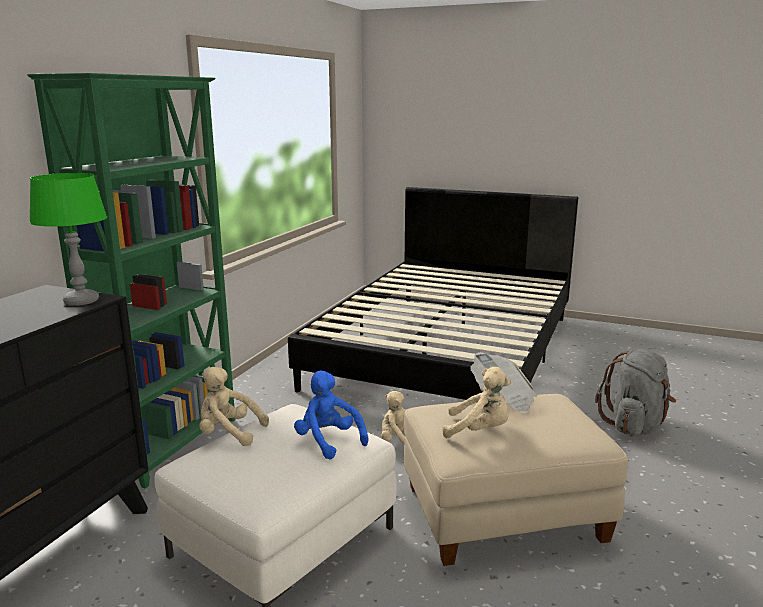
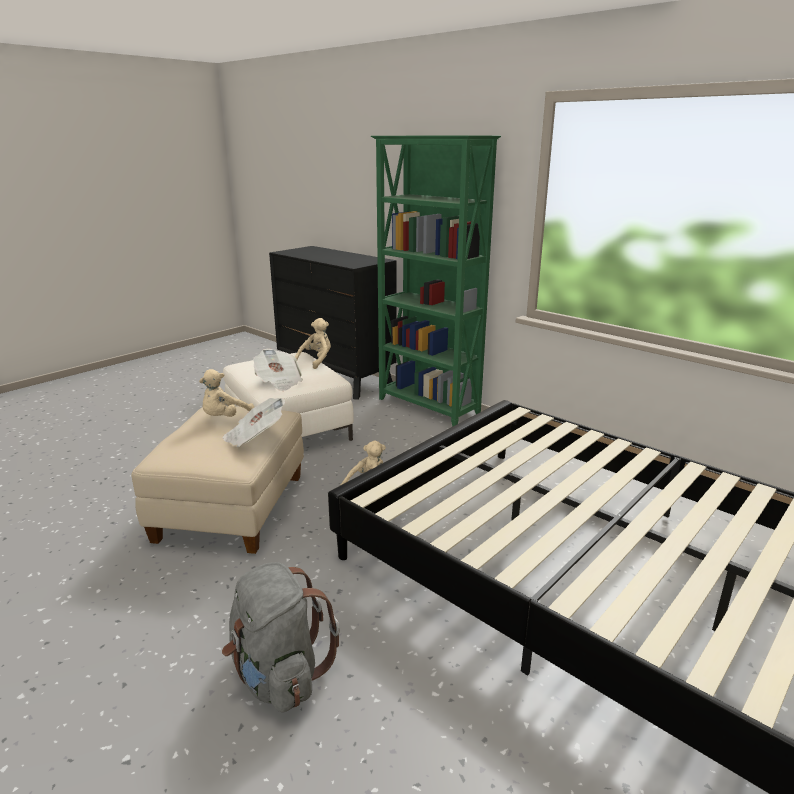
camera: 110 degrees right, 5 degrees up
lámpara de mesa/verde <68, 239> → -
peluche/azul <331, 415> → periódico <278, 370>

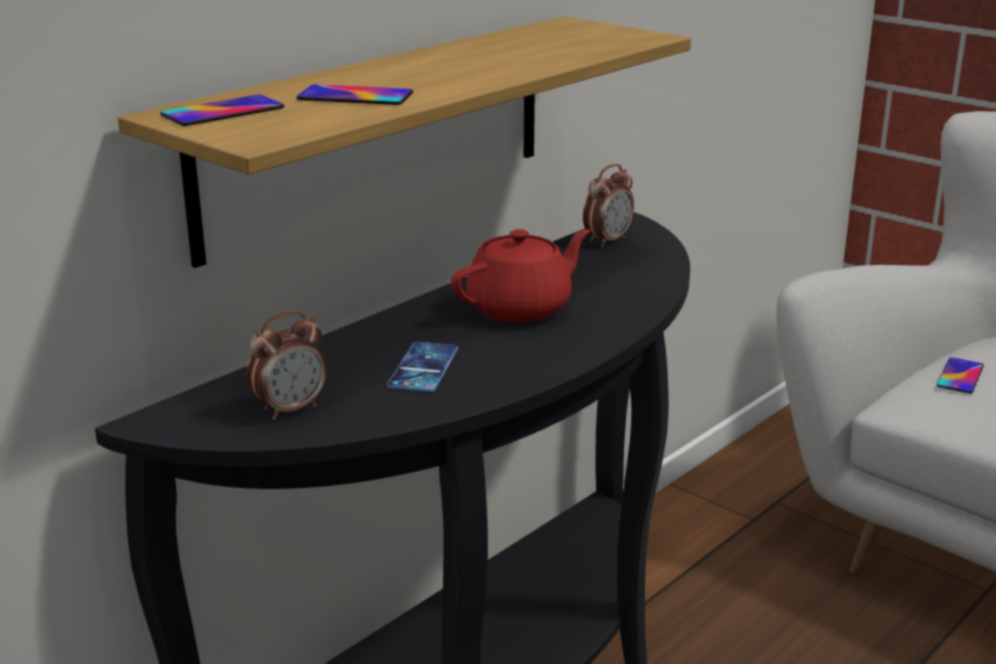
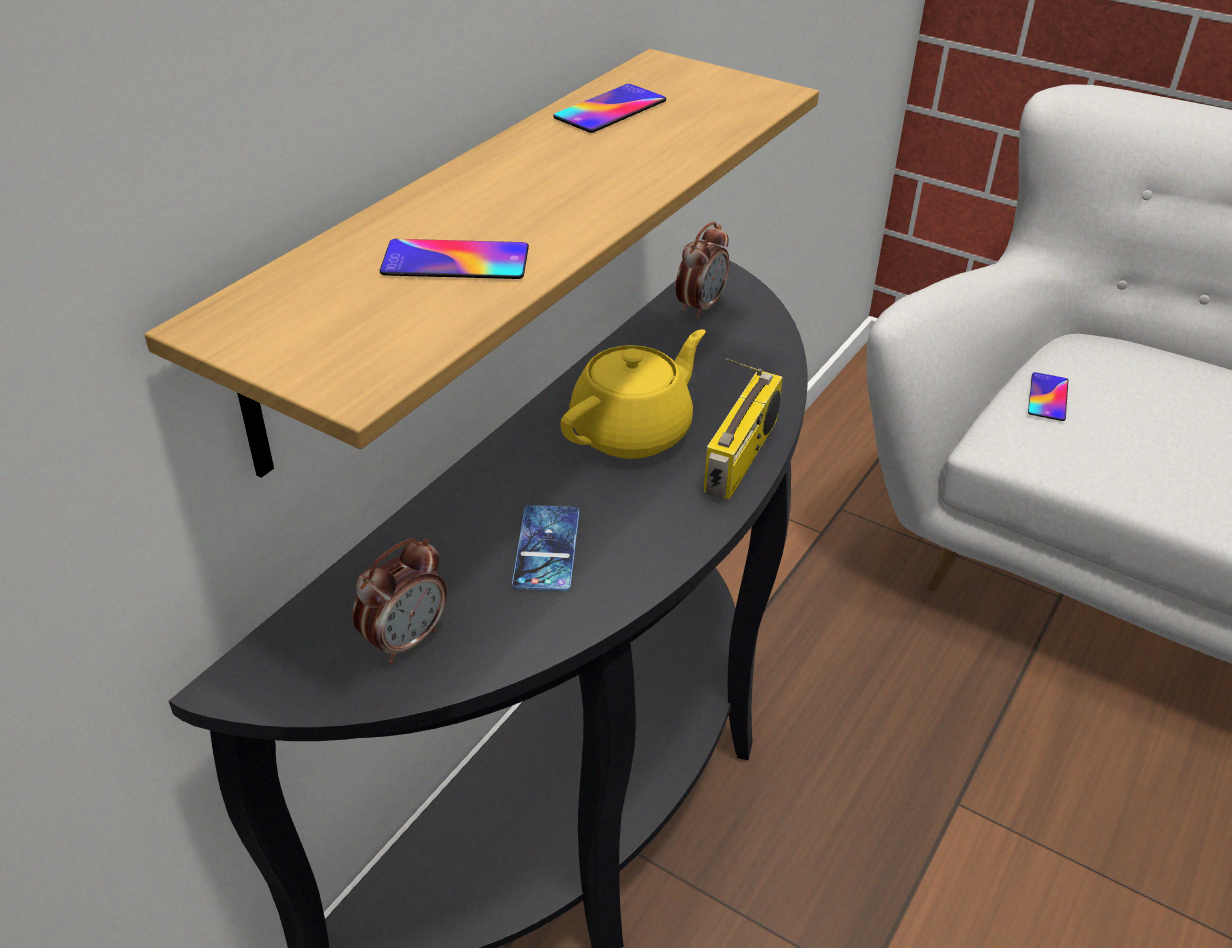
camera: 10 degrees left, 15 degrees up
móvil <222, 110> → móvil <609, 108>, move
tetera/rojo <520, 275> → tetera/amarillo <633, 394>
- → radio <743, 429>

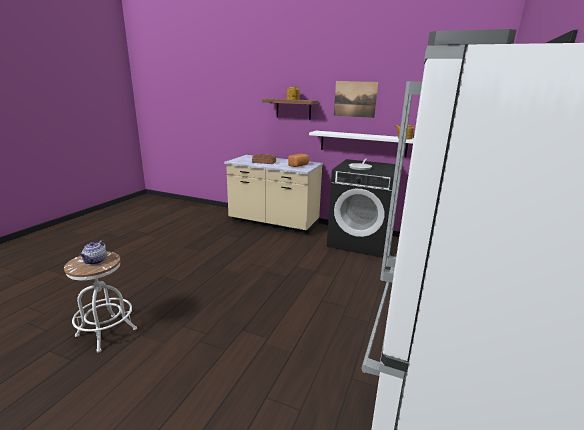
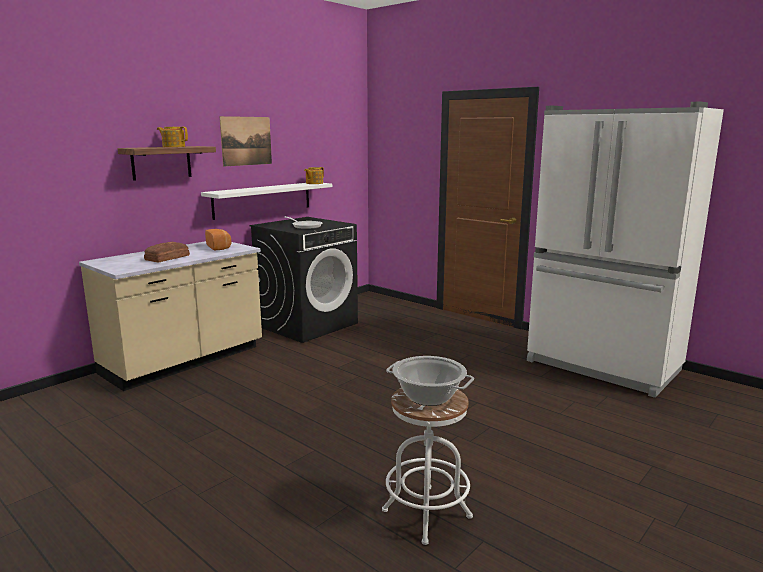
camera: 70 degrees left, 5 degrees down
tetera <93, 252> → olla <430, 381>

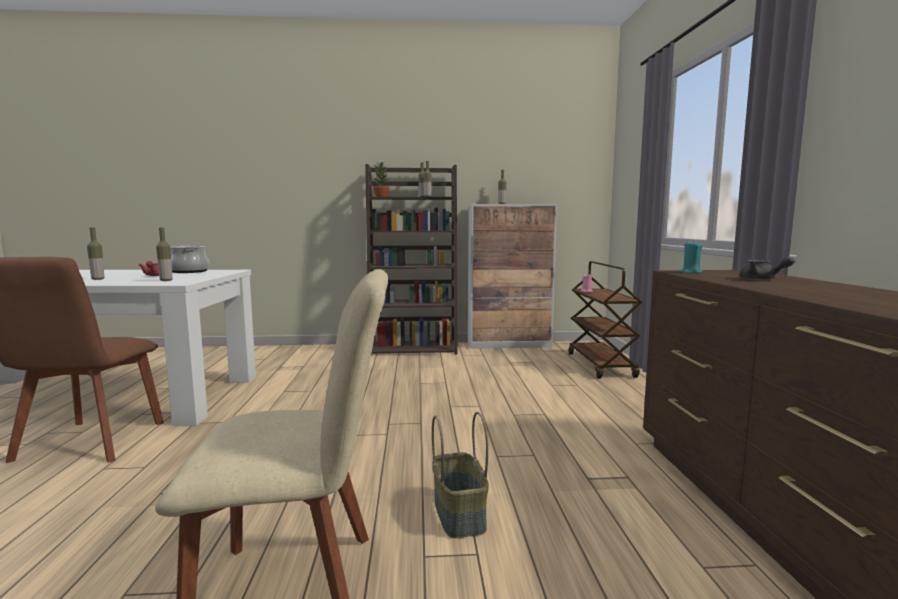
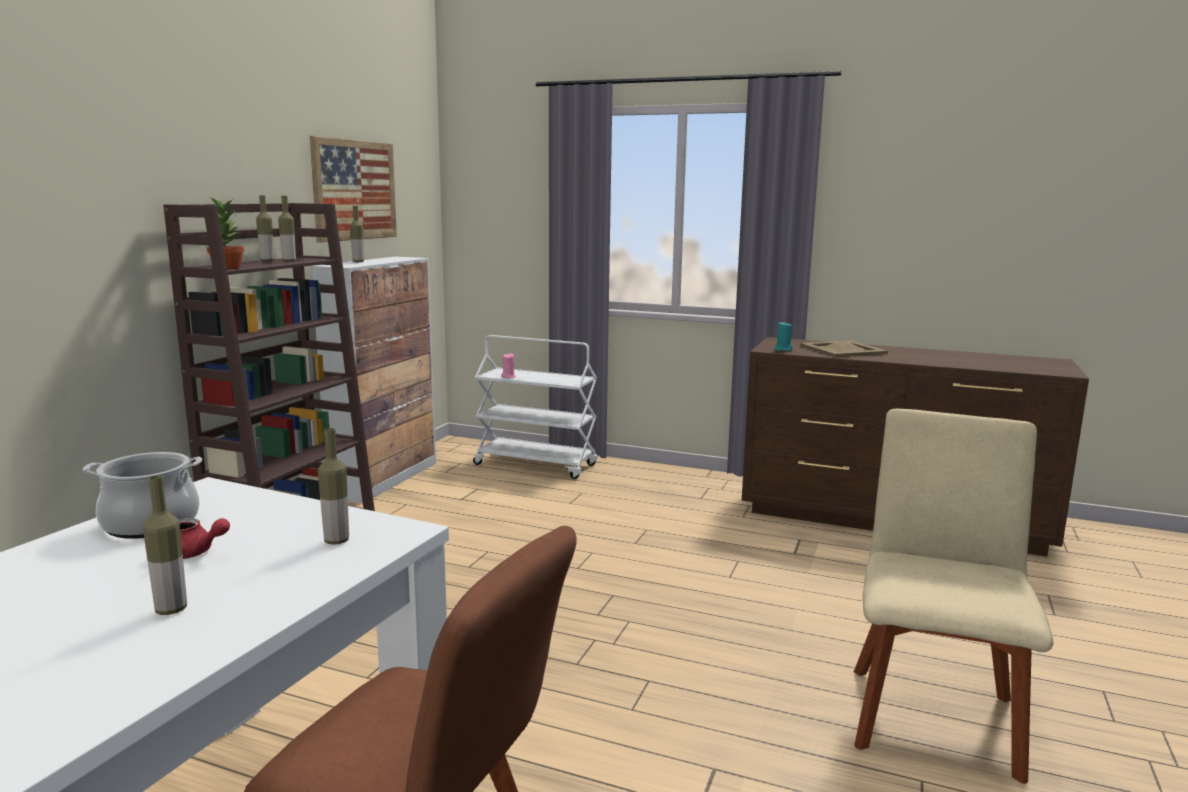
camera: 65 degrees left, 5 degrees up
tetera/gris <766, 268> → bandeja/beis <844, 348>
carrito/marrón <605, 320> → carrito/blanco <535, 407>
cesta <460, 475> → -
- → cuadro <353, 189>

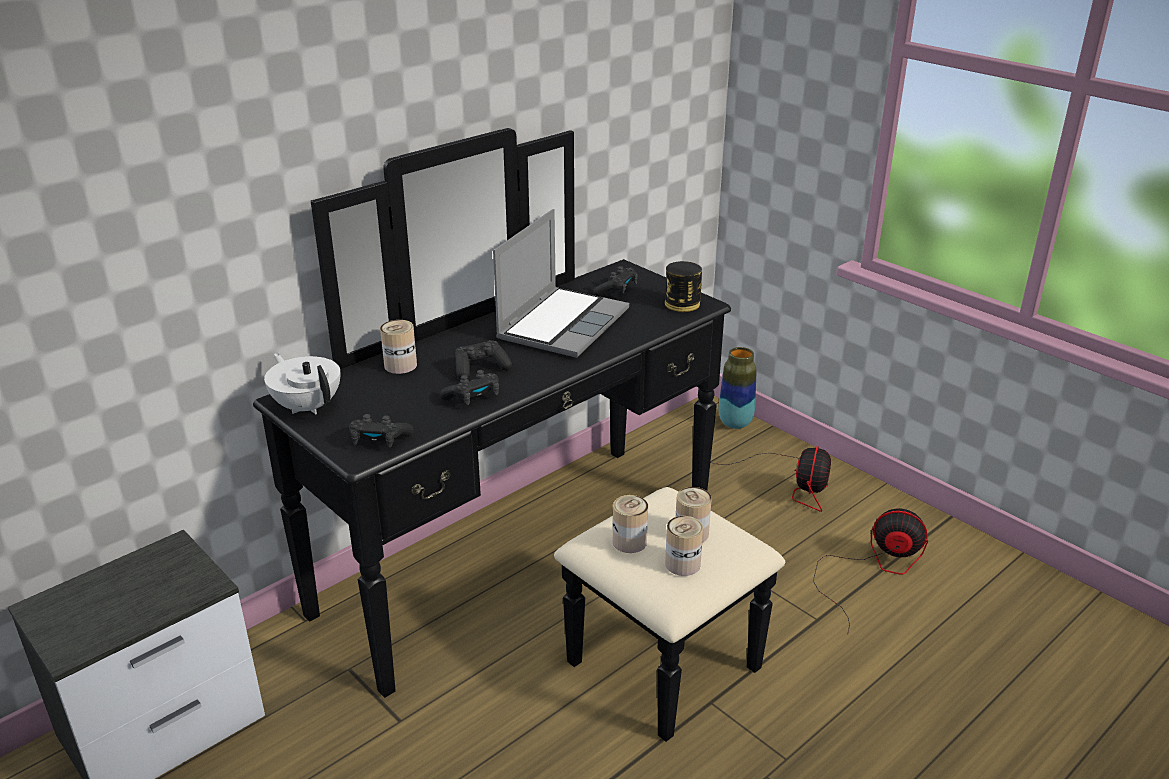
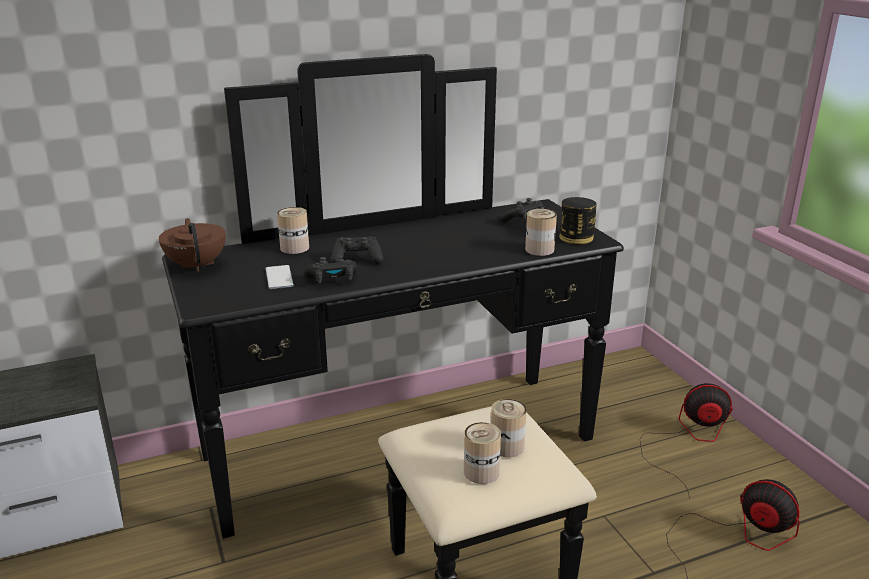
camera: 20 degrees right, 5 degrees down
portátil <561, 283> → -
florero <738, 388> → -
tetera/blanco <302, 384> → tetera/marrón <192, 245>
mando de consola/negro <381, 430> → -
ventilador <770, 479> → ventilador <686, 441>, 120 degrees counterclockwise
lata <630, 524> → lata <541, 232>, move
- → móvil <280, 277>

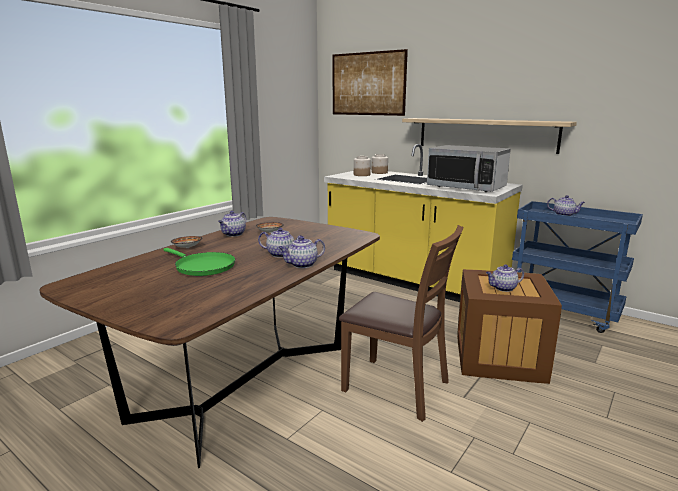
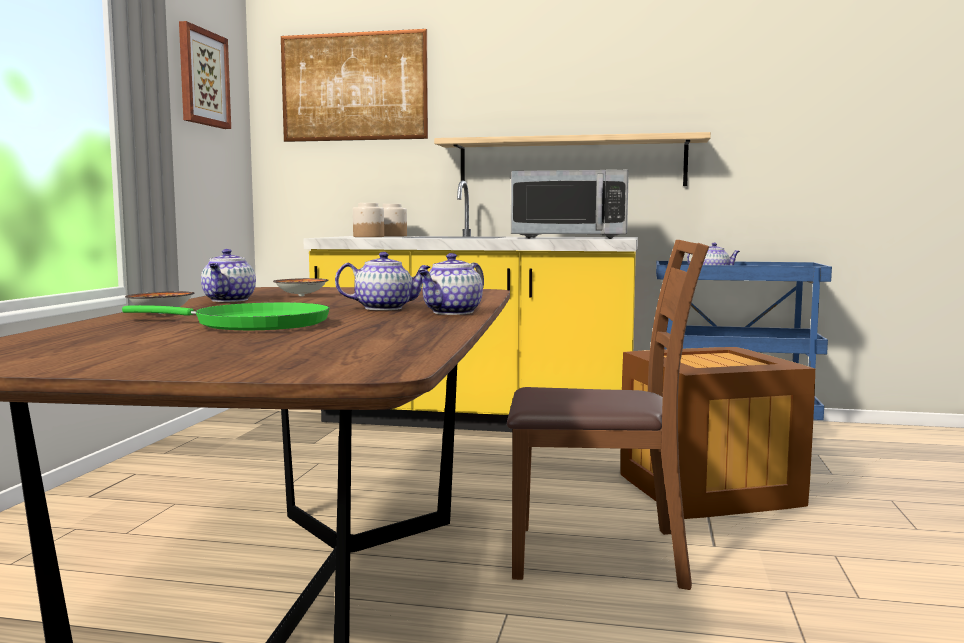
camera: 25 degrees left, 10 degrees down
tetera <505, 278> → -
- → cuadro <205, 75>

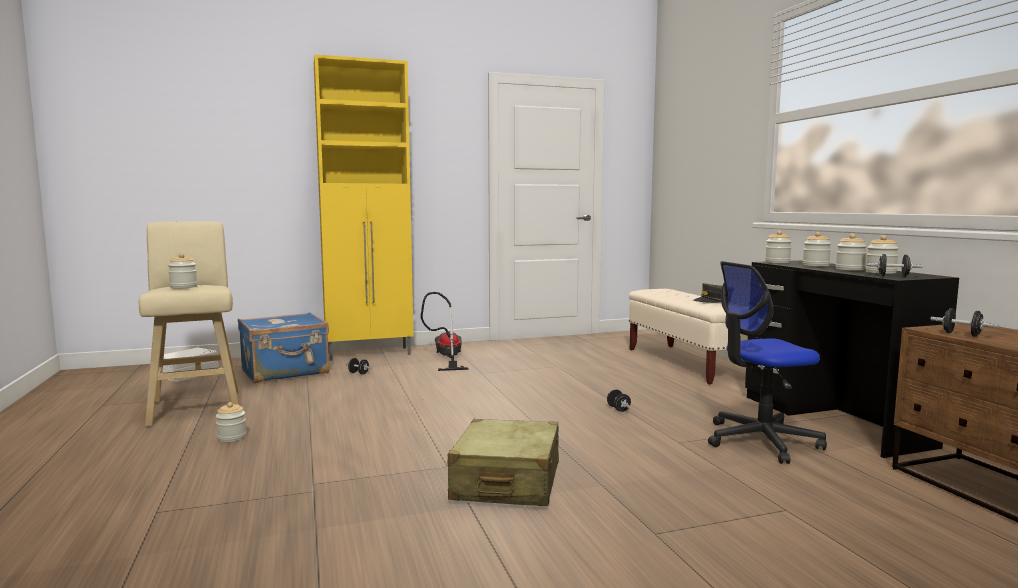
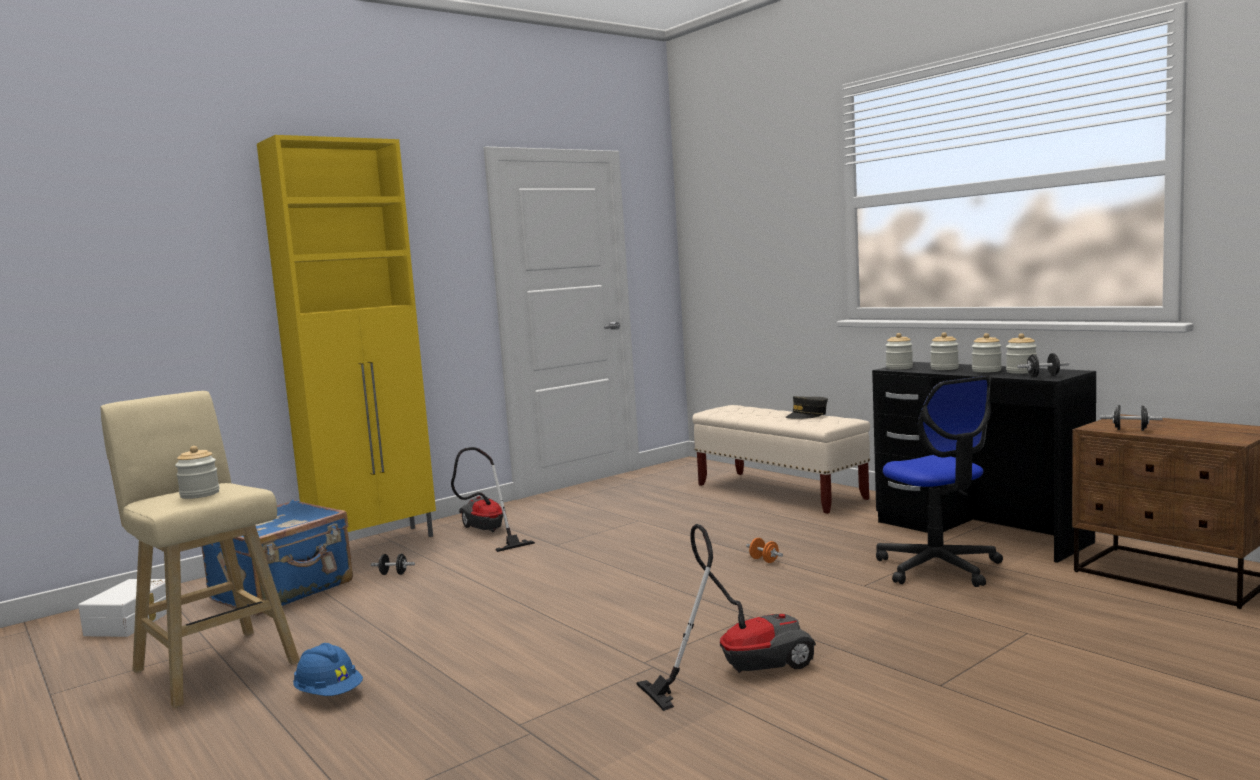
camera: 20 degrees left, 0 degrees up
silla de oficina <767, 362> → silla de oficina <939, 481>, 75 degrees counterclockwise
mancuerna/negro <619, 401> → mancuerna/naranja <764, 550>
tarro <231, 422> → casco/azul <328, 669>
maleta/beis <503, 462> → aspiradora <726, 617>

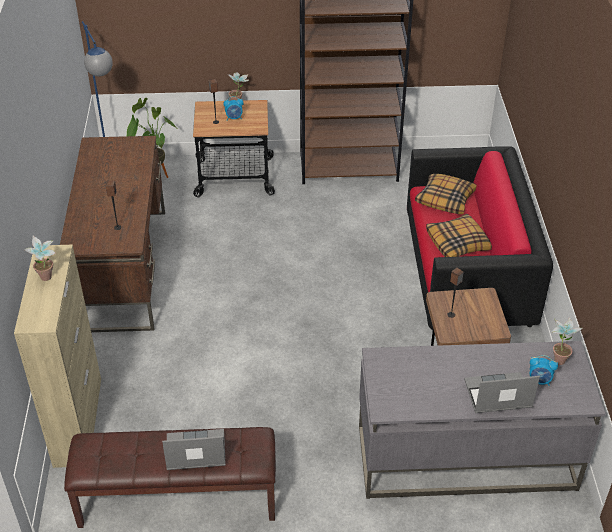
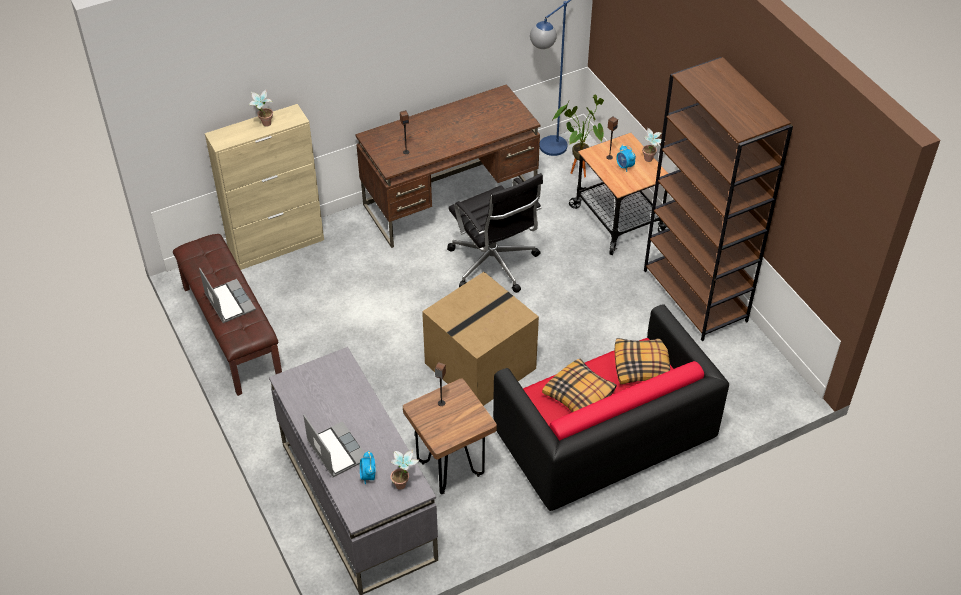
camera: 65 degrees right, 5 degrees up
- → silla de oficina/negro <495, 233>
- → caja de cartón <480, 339>

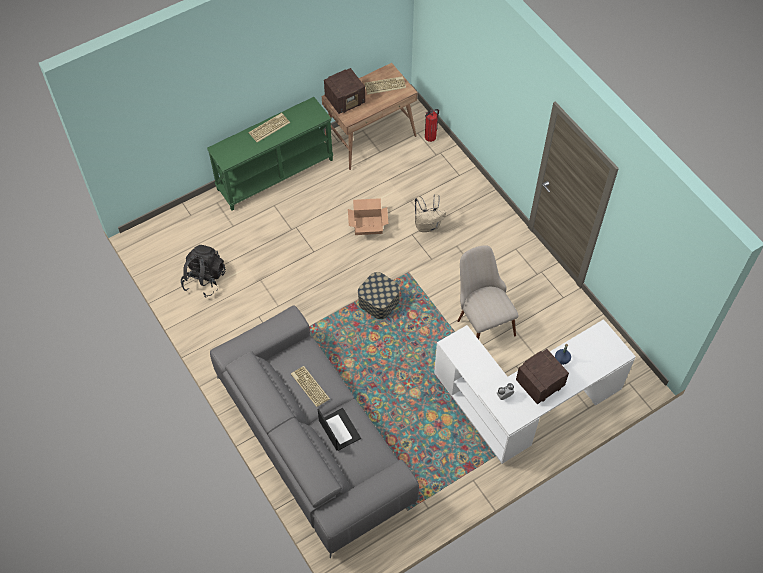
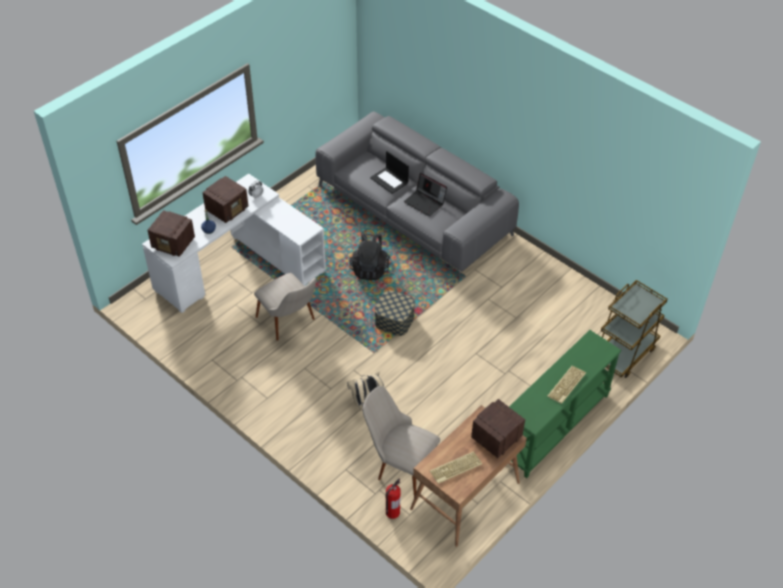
camera: 165 degrees right, 10 degrees down
caja de cartón <368, 216> → -
mochila/negro <203, 271> → mochila/negro <370, 256>, move
teclado <310, 386> → portátil <425, 195>
- → radio <171, 233>
- → carrito/marrón <634, 329>
- → silla/beis <401, 441>

